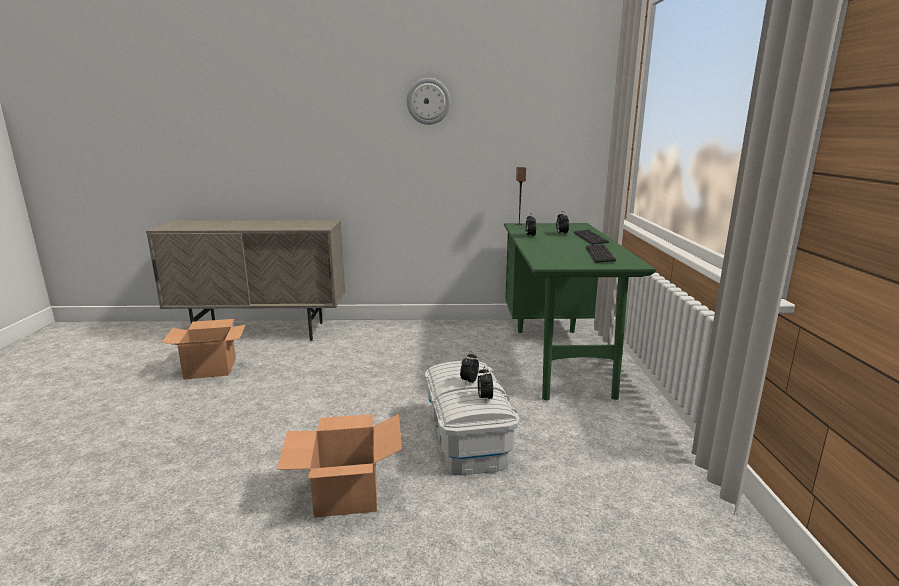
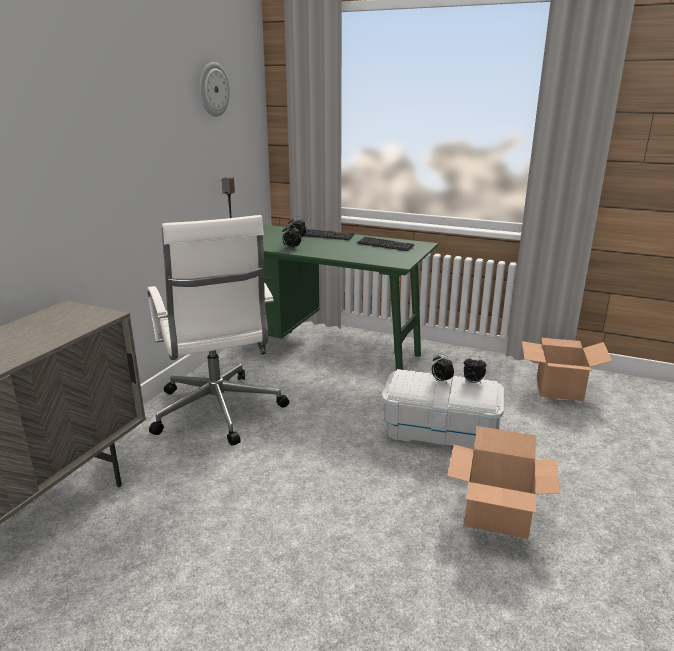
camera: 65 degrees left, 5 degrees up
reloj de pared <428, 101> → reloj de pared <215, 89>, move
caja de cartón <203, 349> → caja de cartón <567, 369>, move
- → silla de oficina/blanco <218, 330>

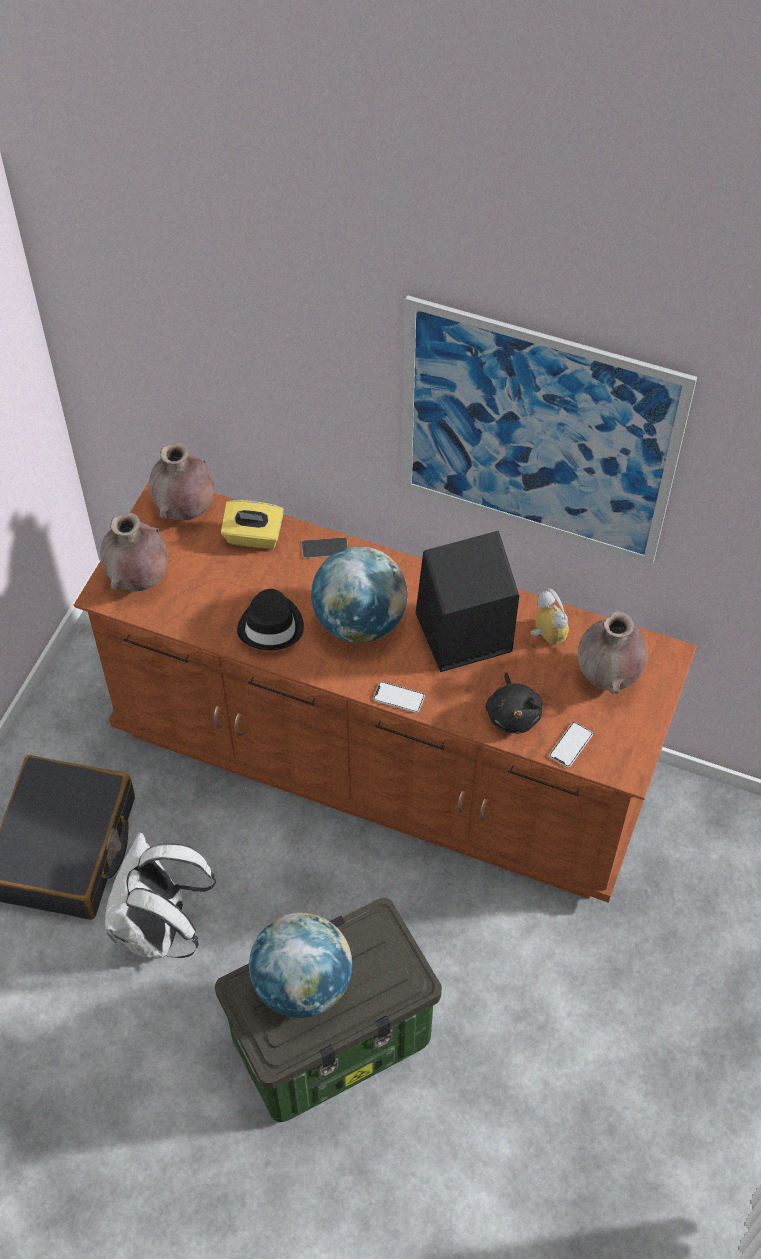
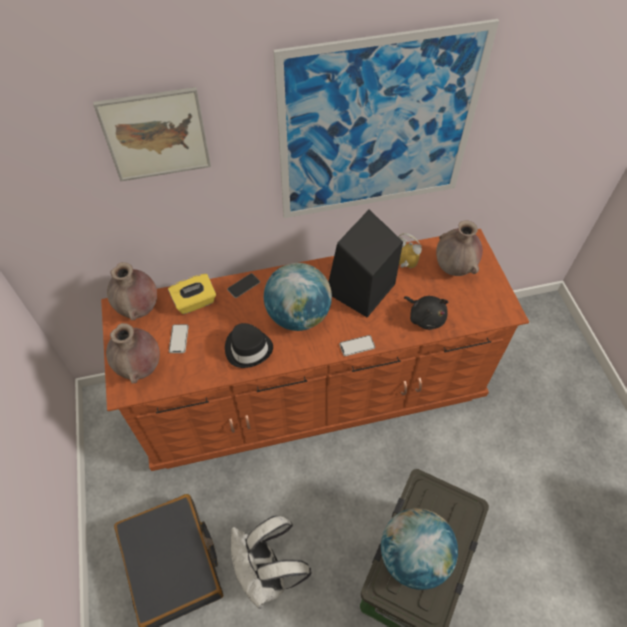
camera: 35 degrees left, 0 degrees up
móvil <571, 744> → móvil <179, 338>, move
- → cuadro <152, 134>

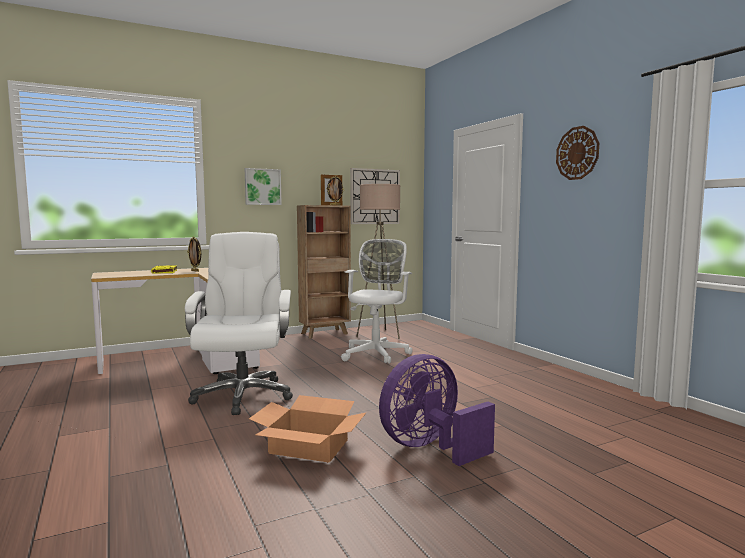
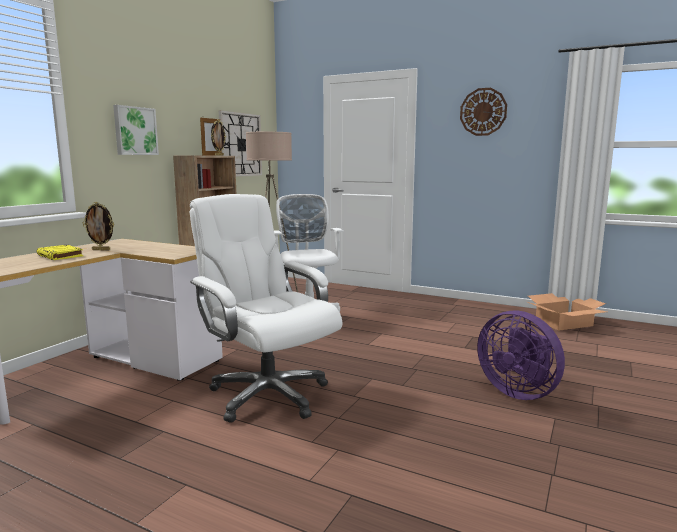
camera: 35 degrees left, 5 degrees up
ventilador/morado <437, 410> → ventilador/morado <521, 355>, 60 degrees counterclockwise
caja de cartón <308, 429> → caja de cartón <567, 312>, move

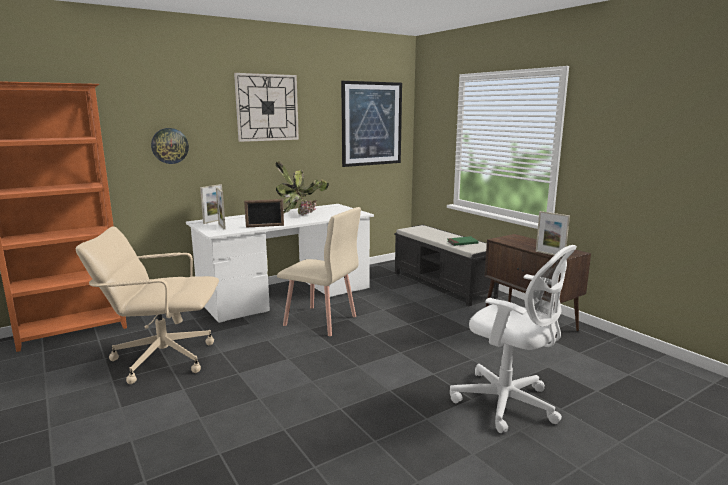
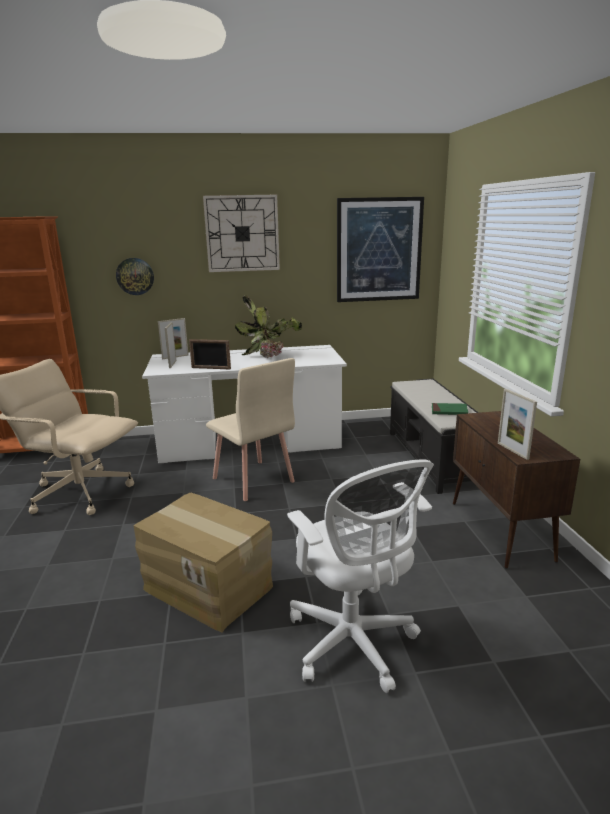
camera: 25 degrees right, 5 degrees up
- → caja de cartón <203, 562>

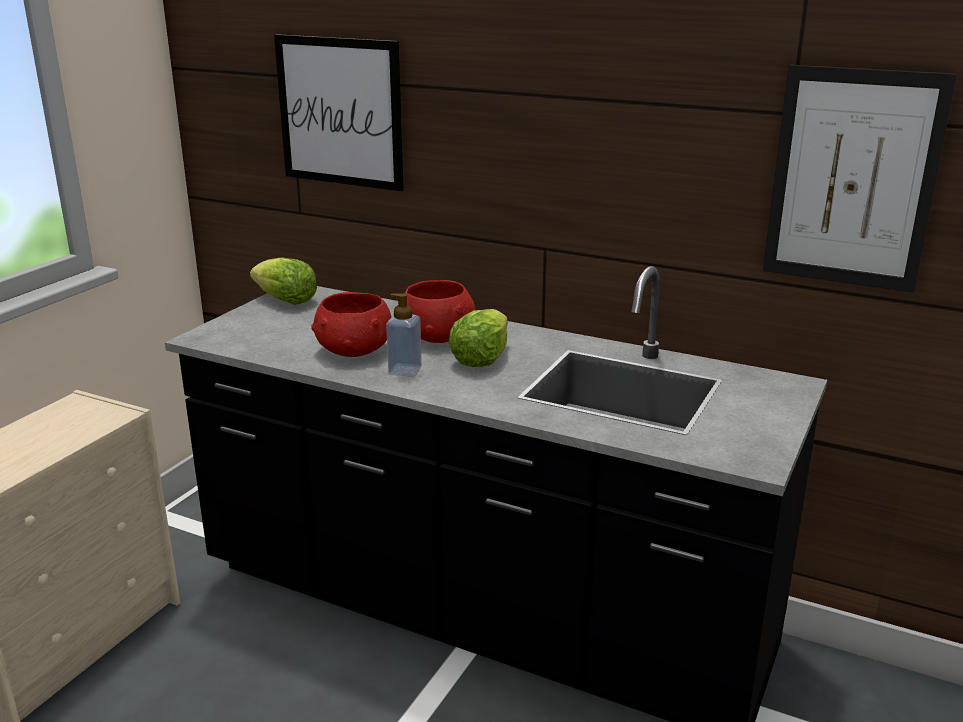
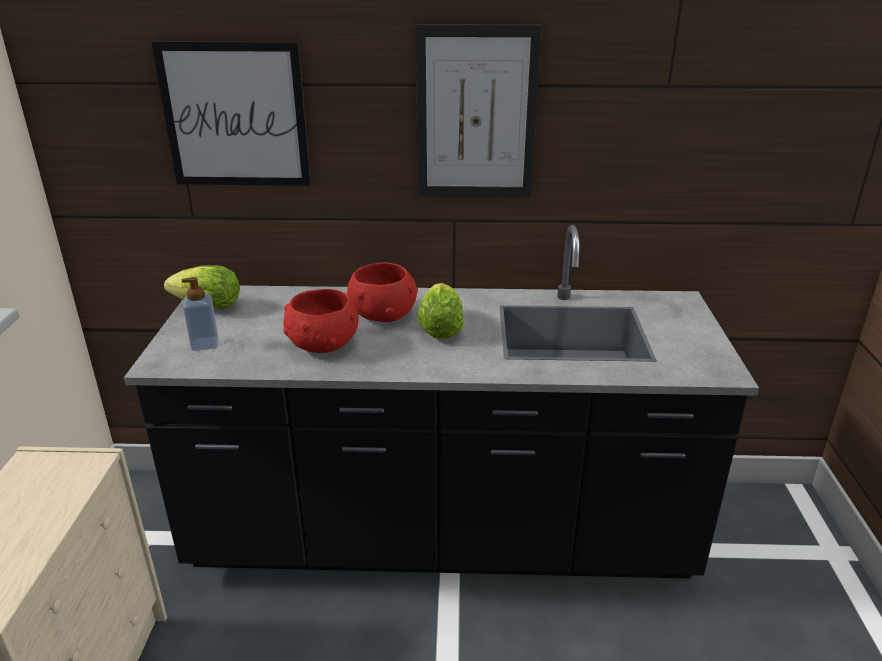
camera: 25 degrees left, 5 degrees up
cuadro <860, 179> → cuadro <478, 110>, move
dispensador de jabón <404, 335> → dispensador de jabón <200, 314>, move

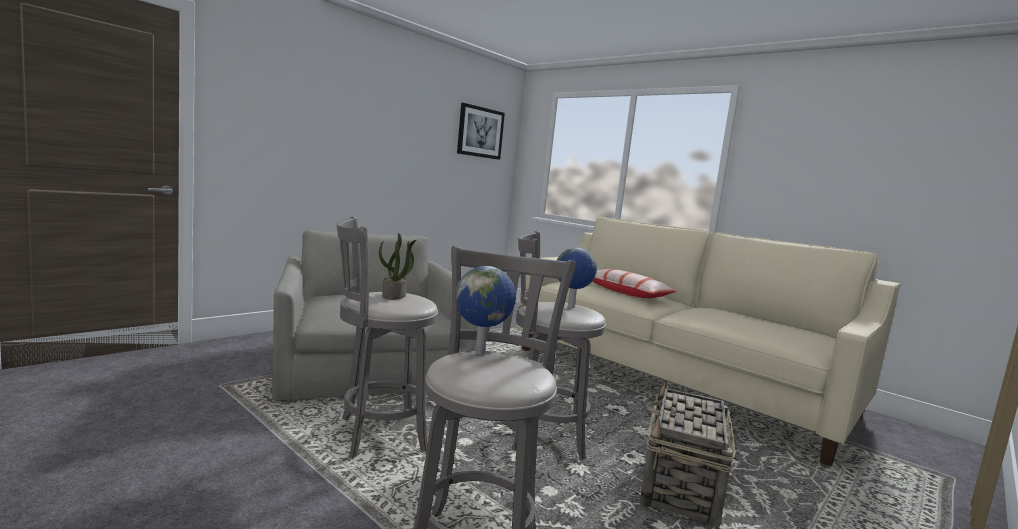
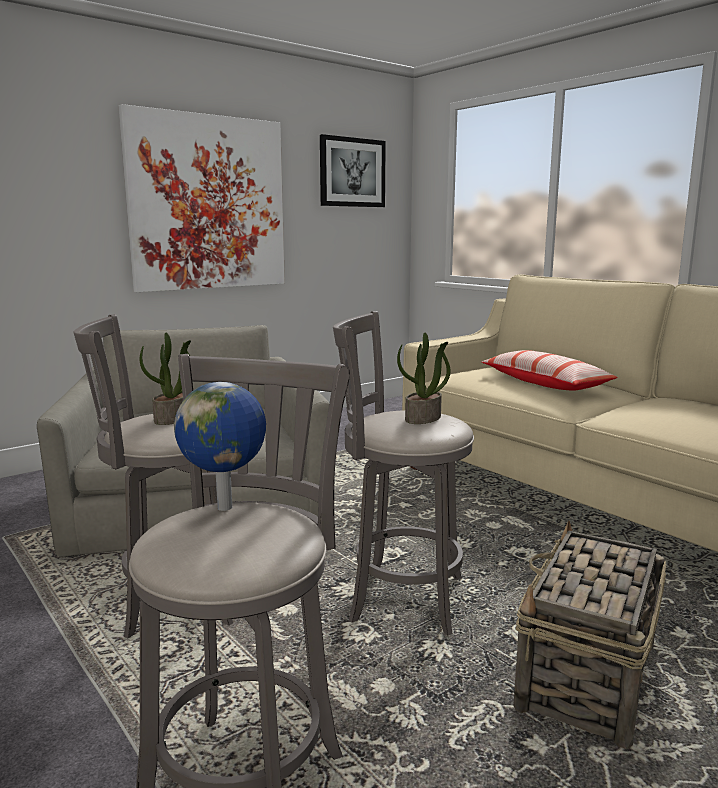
camera: 10 degrees right, 5 degrees up
globo terráqueo <577, 278> → planta en maceta <423, 378>
- → cuadro <201, 198>

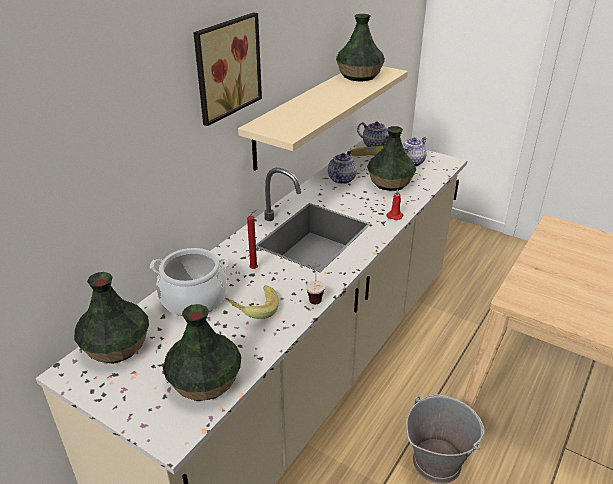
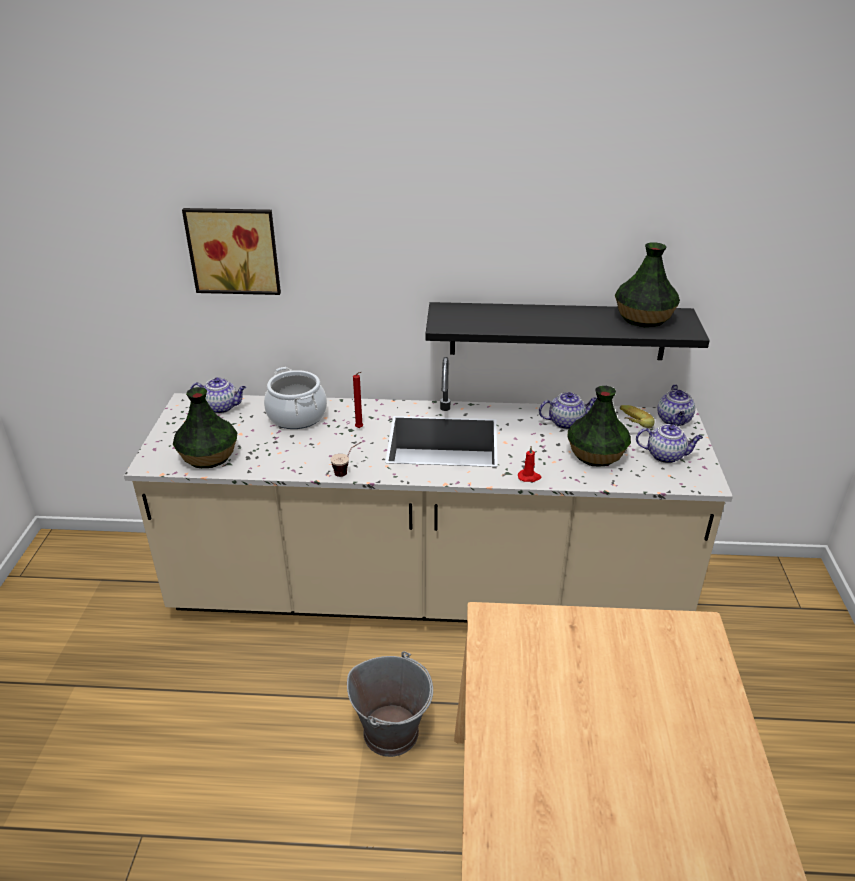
camera: 60 degrees right, 0 degrees up
cuadro <227, 69> → cuadro <231, 251>, move
estante/beis <323, 118> → estante/negro <568, 331>
florero <111, 318> → tetera <218, 395>
plátano <252, 302> → -

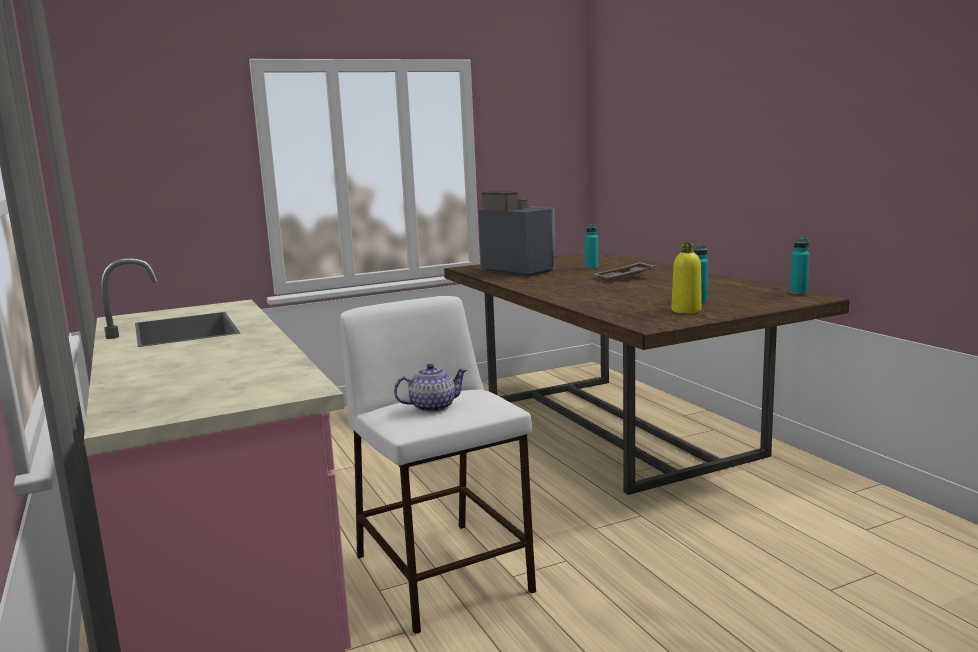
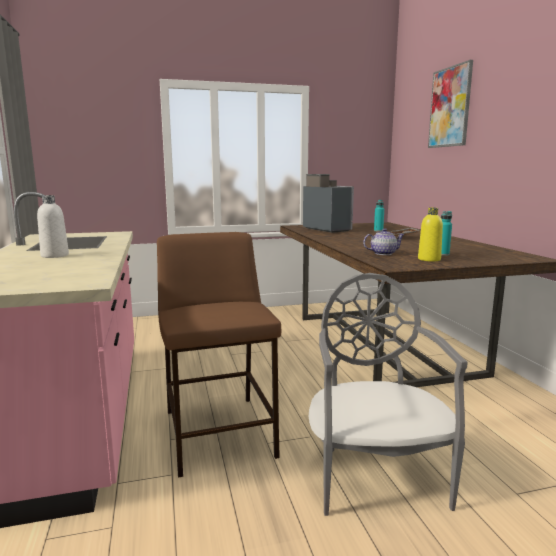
camera: 10 degrees right, 0 degrees up
botella/turquesa <800, 266> → -
taburete/blanco <438, 465> → taburete/marrón <219, 355>
tetera <430, 387> → tetera <384, 241>, move
- → cuadro <450, 104>
- → botella/blanco <53, 226>
- → silla/gris <388, 394>

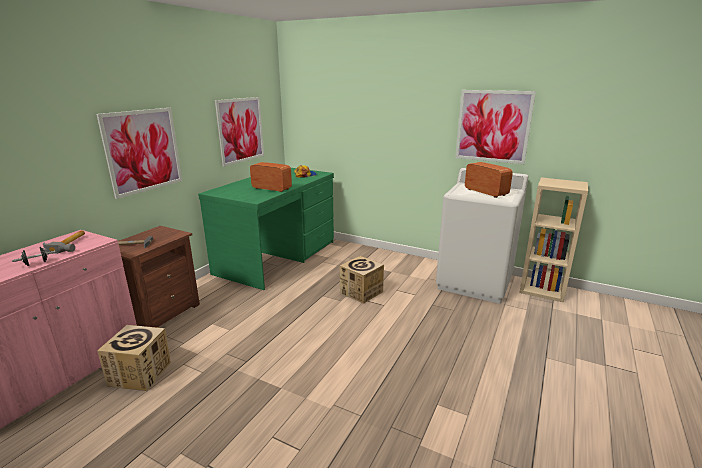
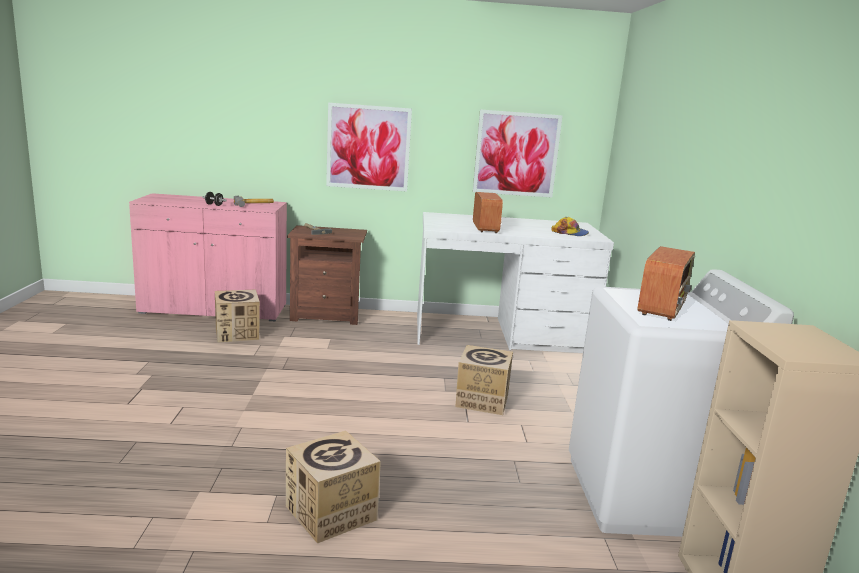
camera: 60 degrees right, 5 degrees down
cuadro <495, 127> → -
escritorio/verde <266, 229> → escritorio/blanco <515, 282>
- → caja de cartón <333, 487>

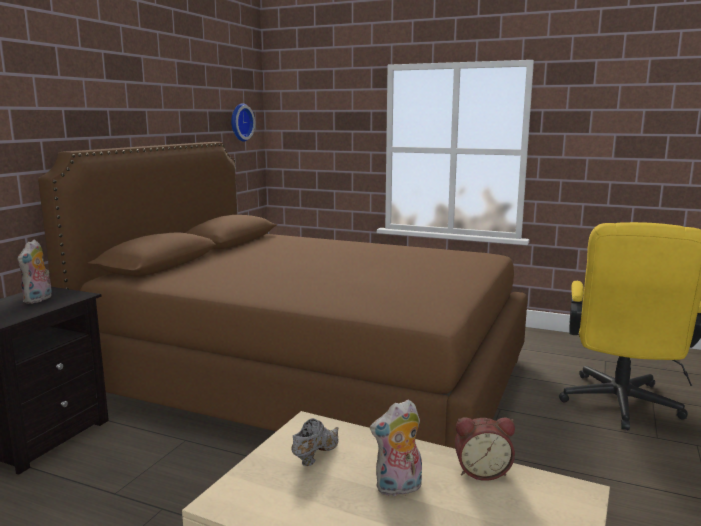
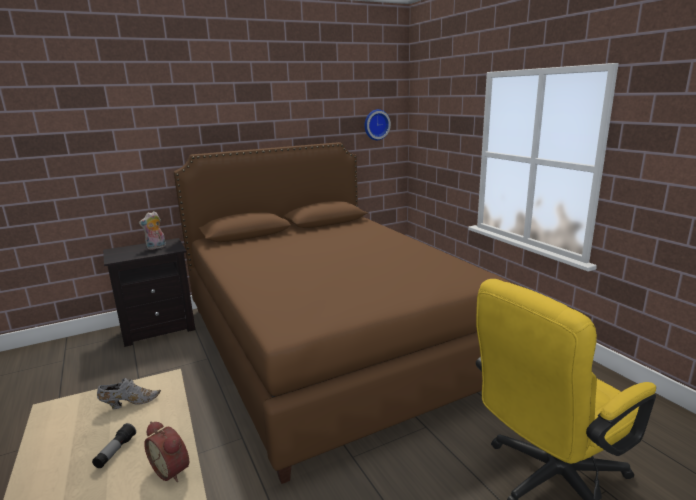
camera: 40 degrees right, 5 degrees up
peluche <396, 448> → linterna <114, 445>

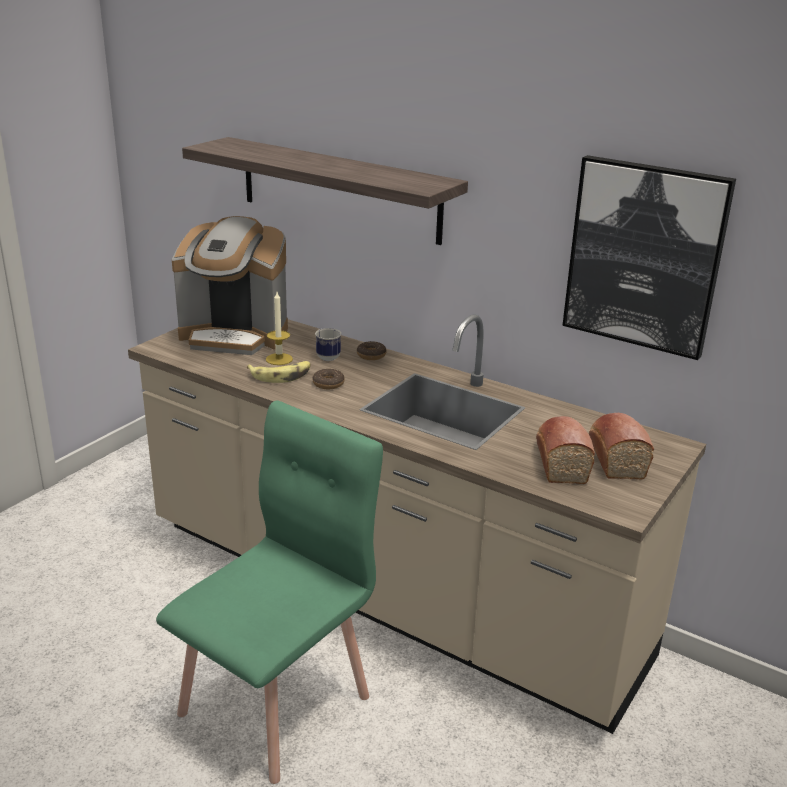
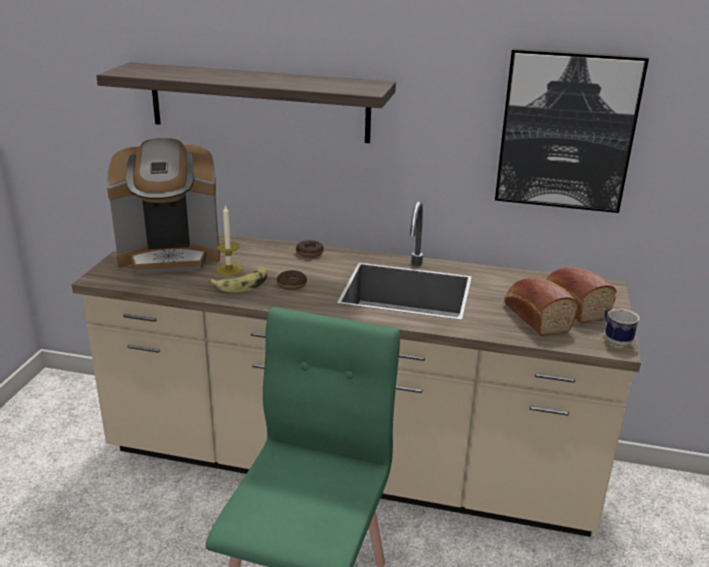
camera: 20 degrees left, 0 degrees up
taza grande <328, 344> → taza grande <622, 327>, move

